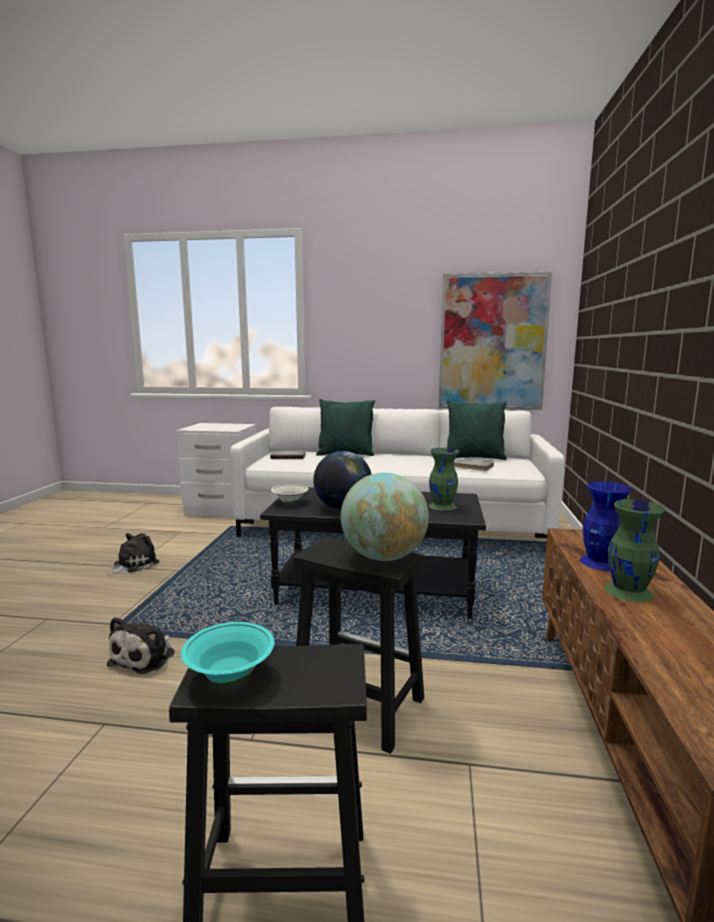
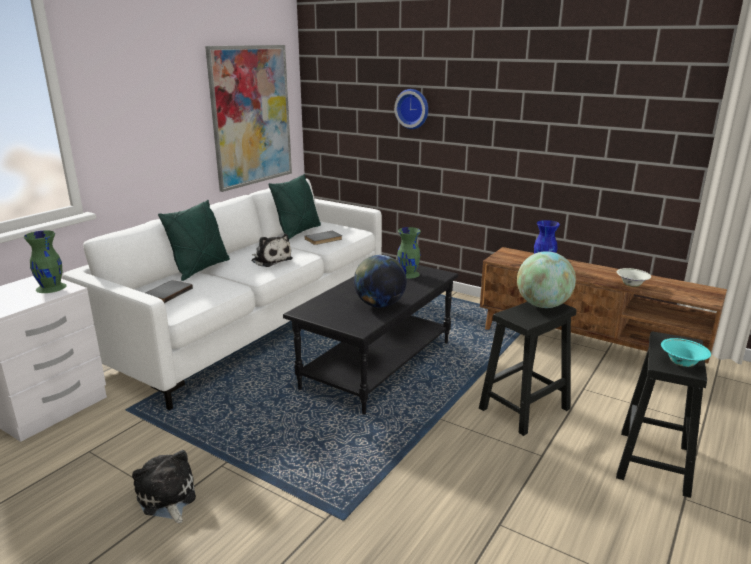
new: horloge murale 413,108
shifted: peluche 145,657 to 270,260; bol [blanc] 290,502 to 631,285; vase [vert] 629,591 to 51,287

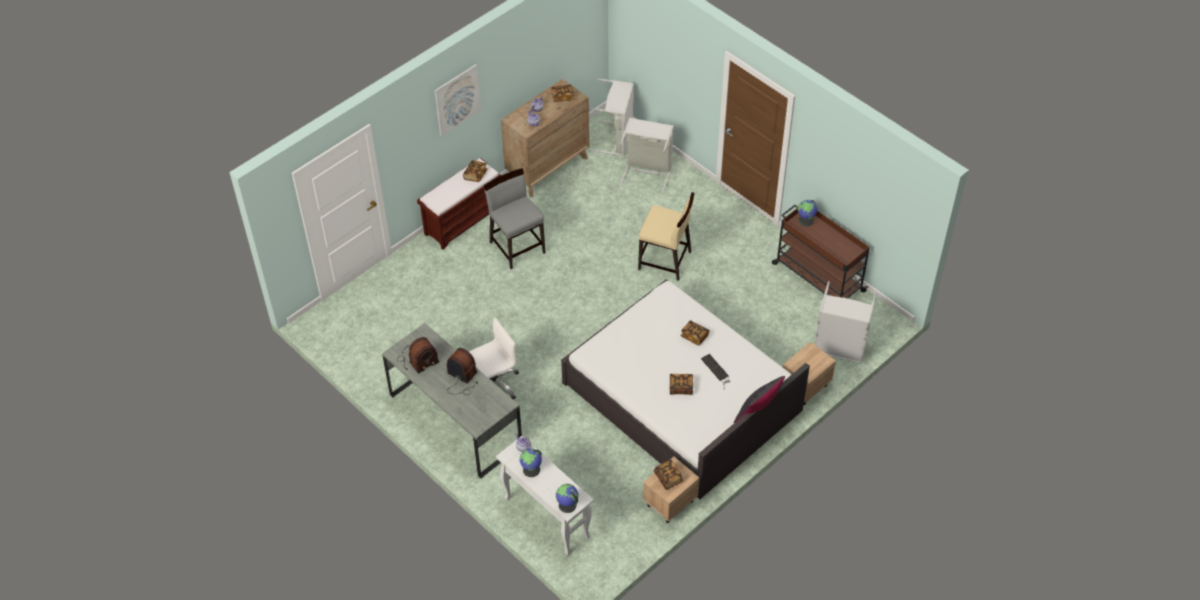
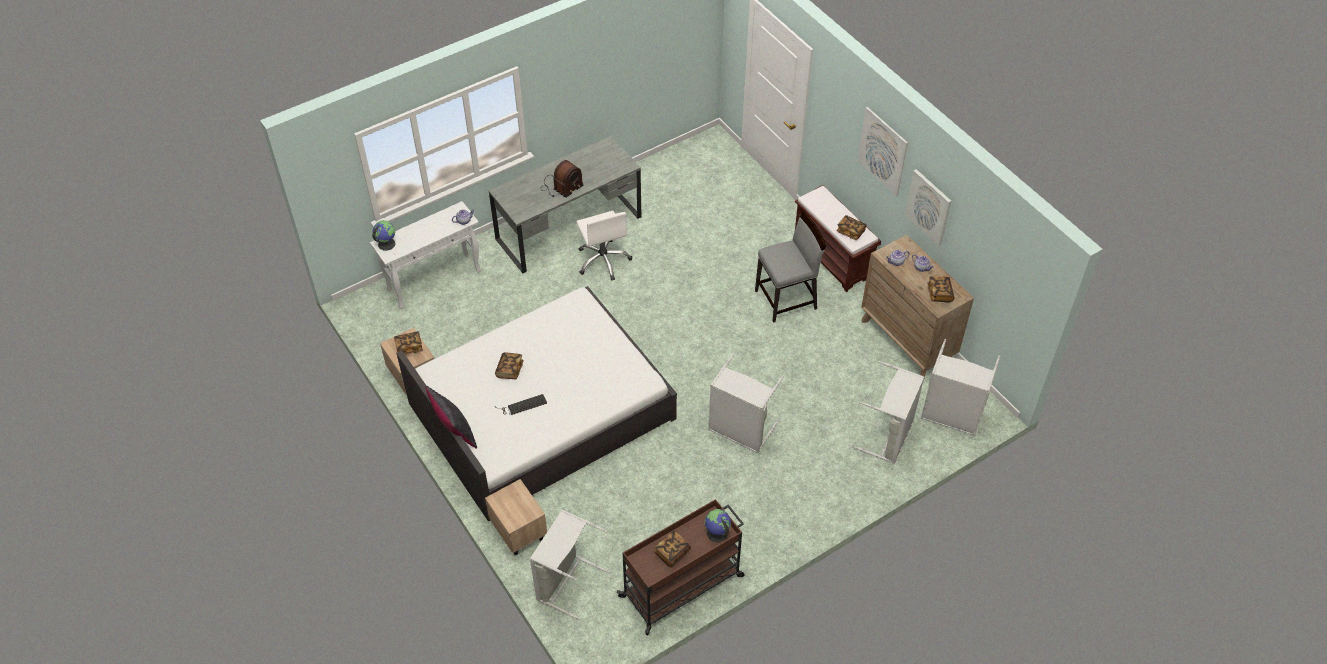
gone: radio 417,360; globe 531,470
new: tableau 928,207
shifted: livre 694,336 to 672,552
swapped: chaise [beige] 665,261 to panier à linge [gris] 740,430

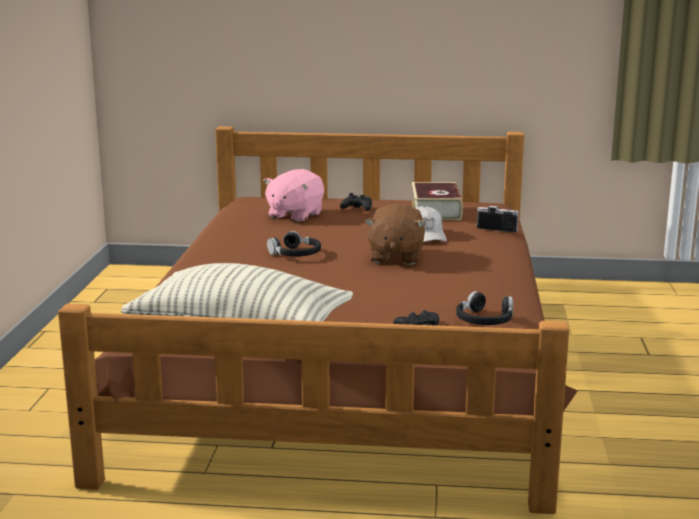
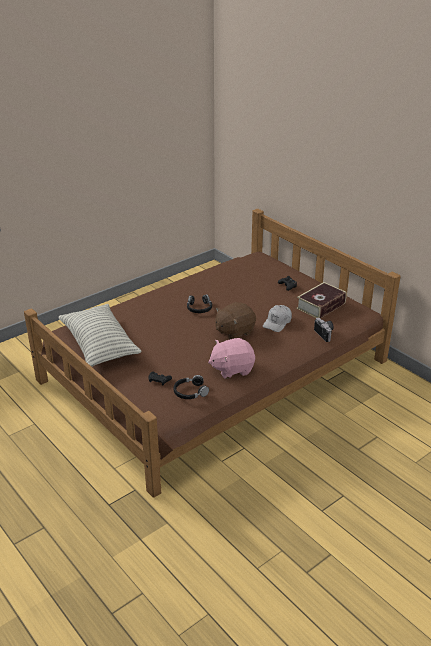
shifted: peluche [rose] 294,215 to 232,369

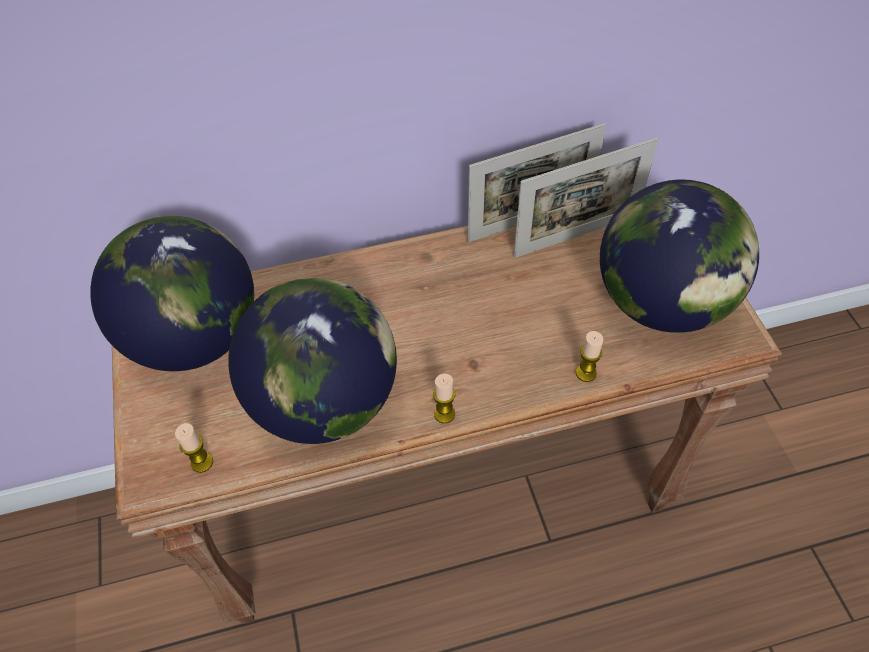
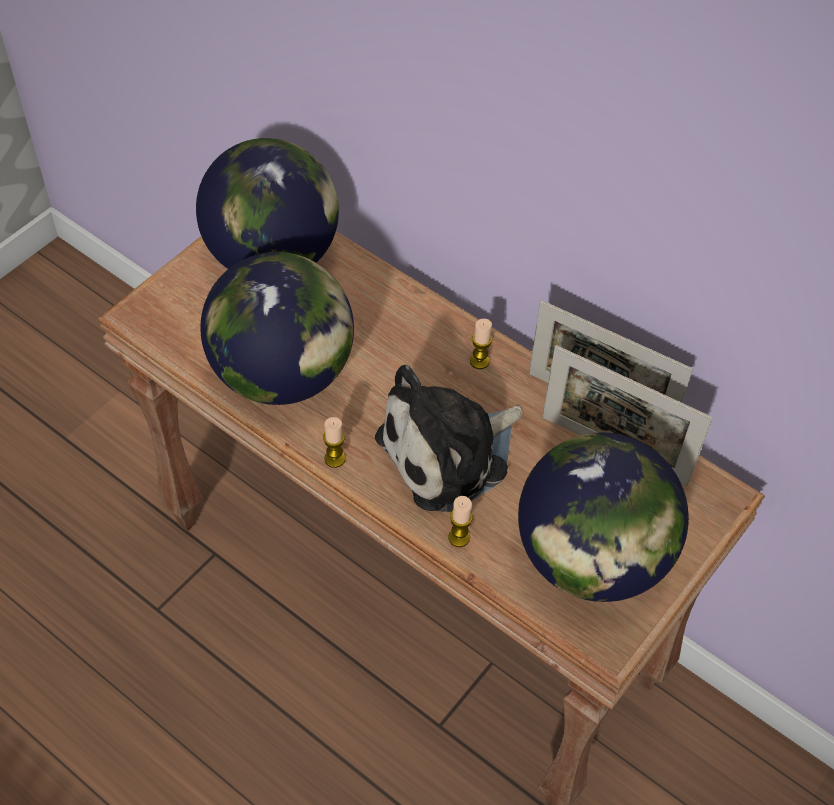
new: peluche 450,453
shifted: bougie 202,462 to 479,361

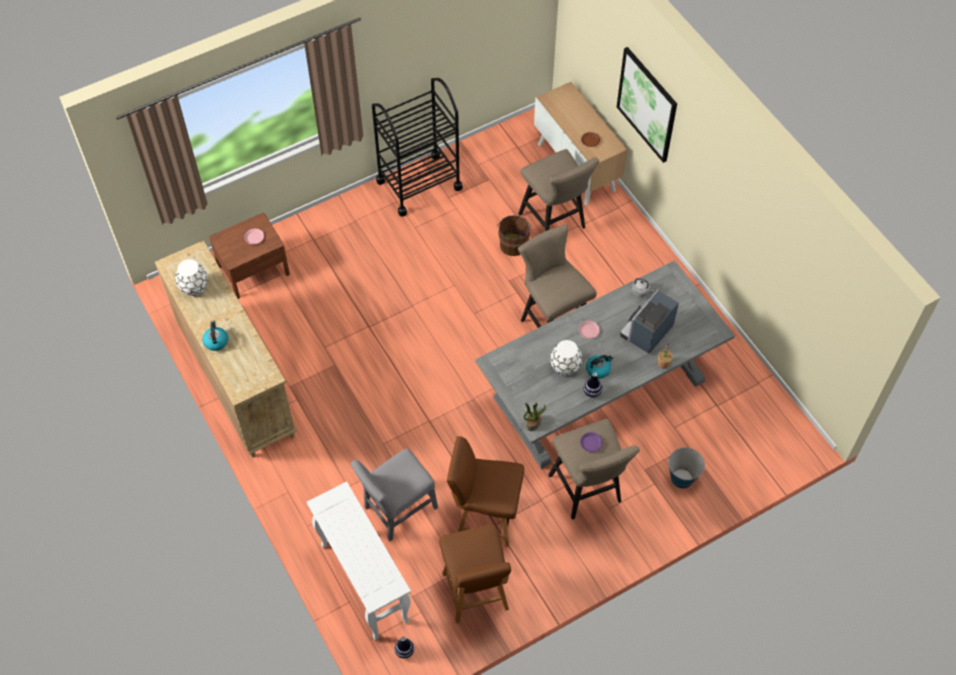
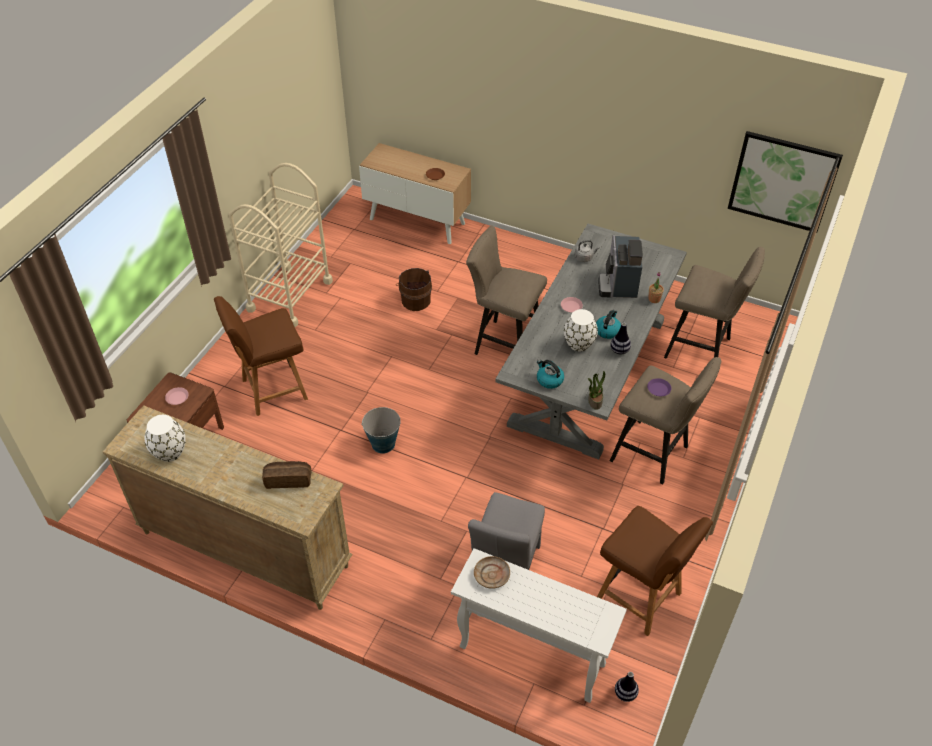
new: pain 288,479; assiette [beige] 492,575
shifted: bouilloire 216,341 to 549,380; chaise [marron] 485,518 to 272,390; tabouret [beige] 555,223 to 702,349; tableau 647,104 to 783,181; seau 681,478 to 383,444
repainted: chariot [noir] 419,184 to chariot [beige] 290,295

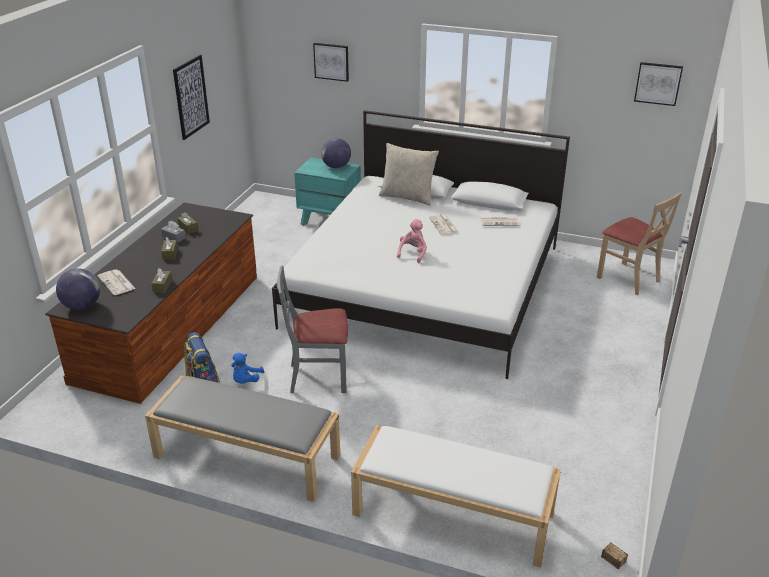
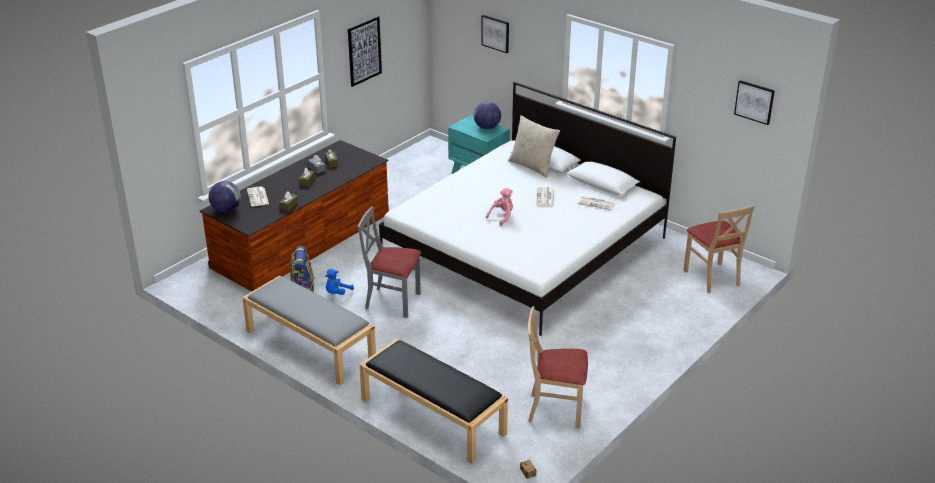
new: chaise [beige] 555,409
repainted: banc [blanc] 451,514 to banc [noir] 431,416

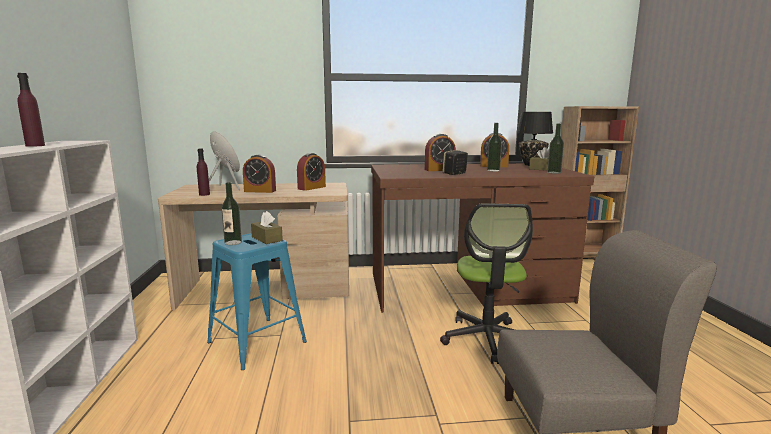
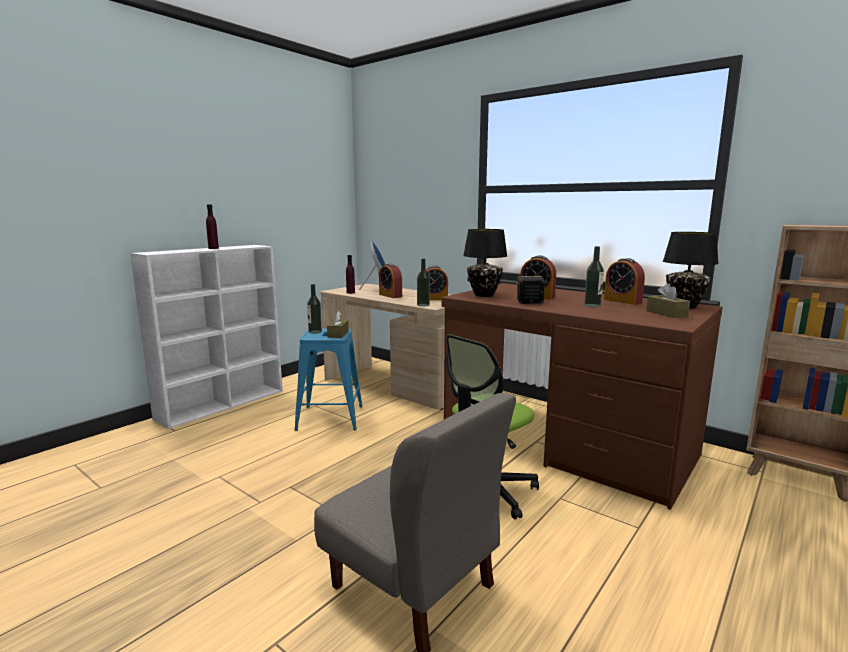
new: lampe de table [noir] 484,295
shifted: bouteille 554,172 to 423,305

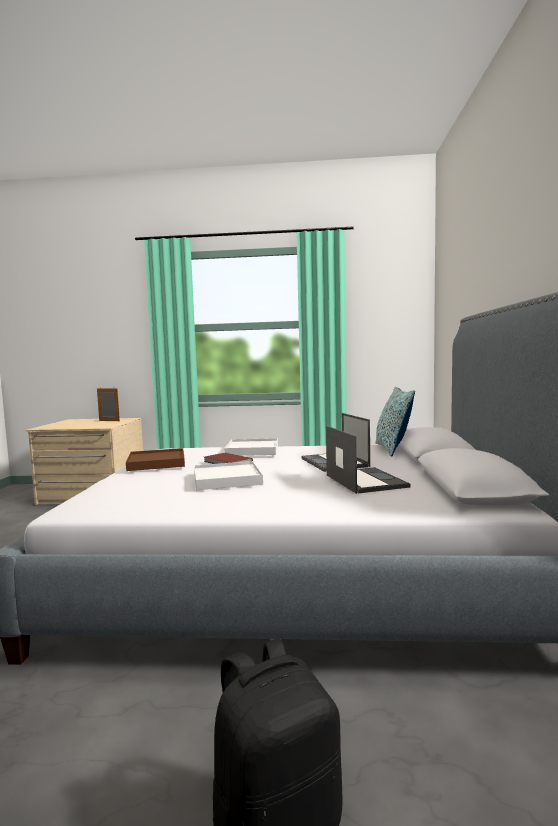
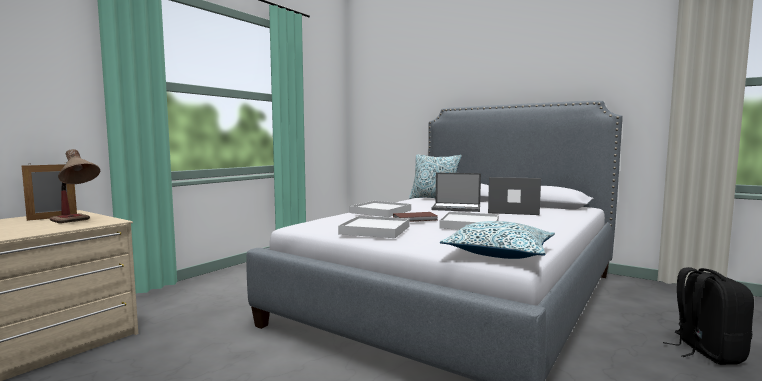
new: lampe de table 77,221; coussin 499,253
repainted: plateau [marron] 157,463 to plateau [blanc] 375,230

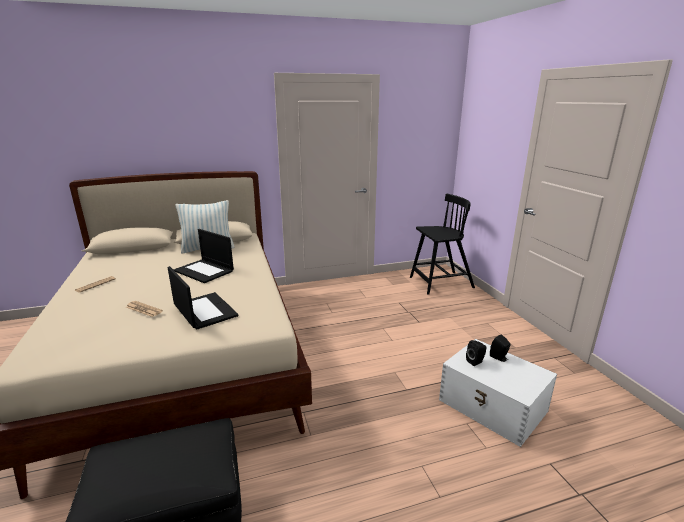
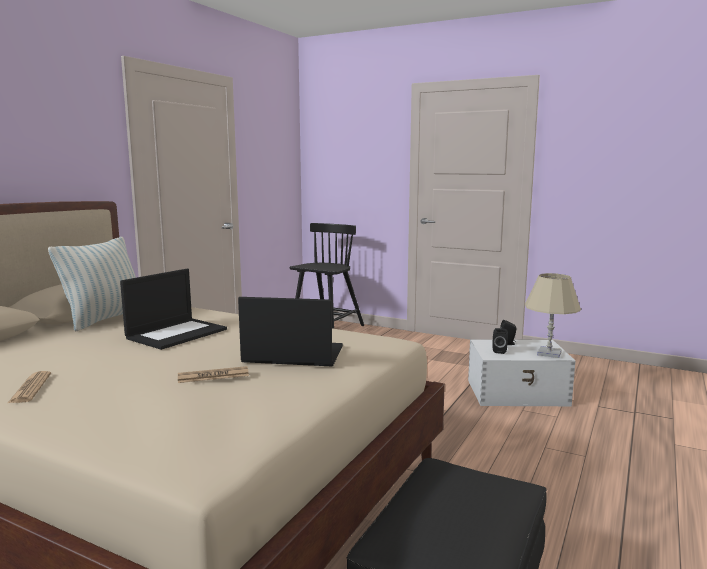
new: lampe de table [beige] 549,353
rotated: ordinateur portable 204,271 = 177,333 45 degrees counterclockwise

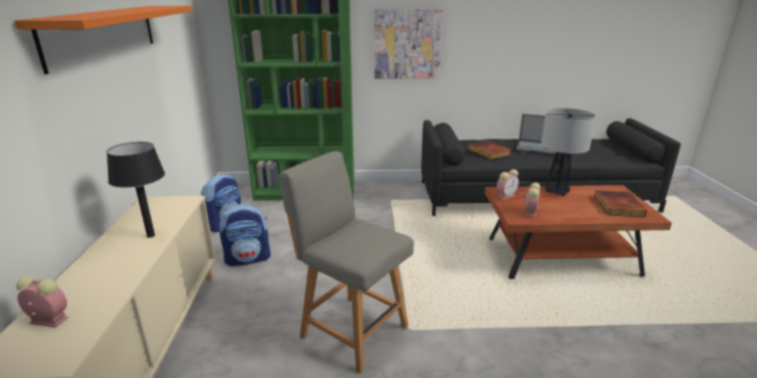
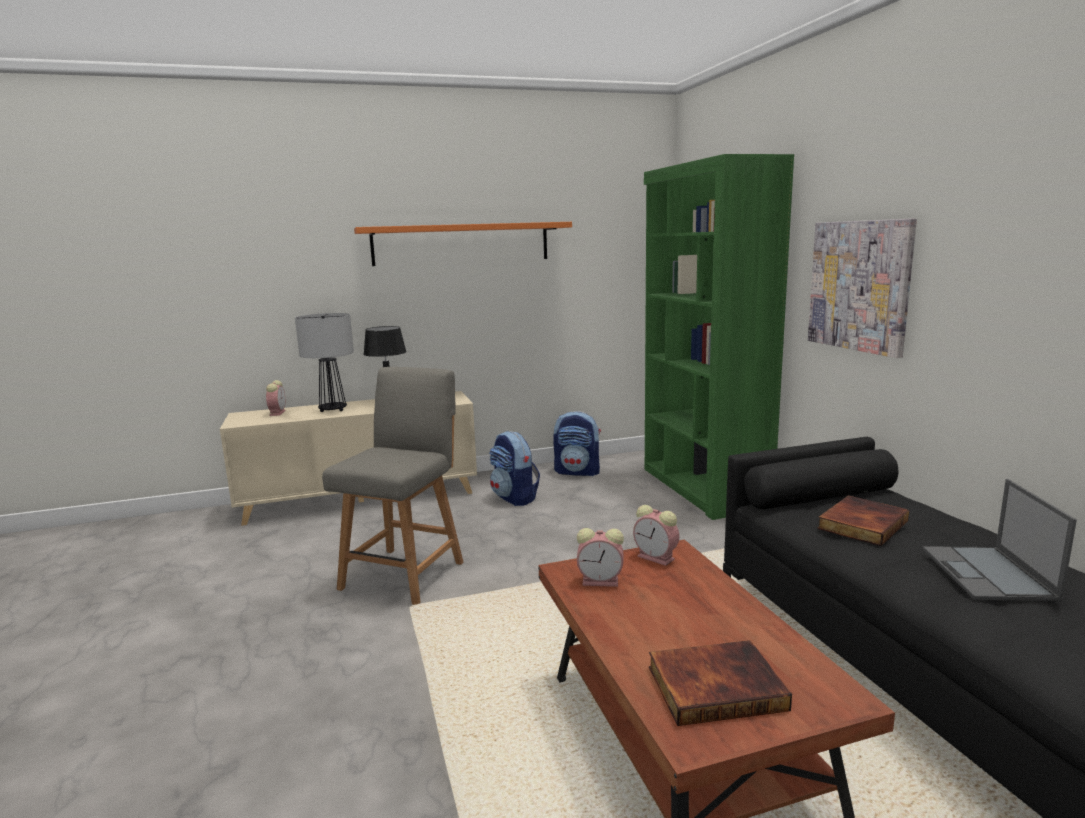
shifted: lampe de table 557,192 to 332,410

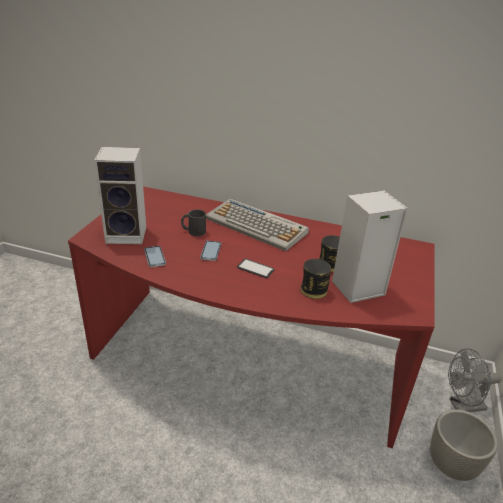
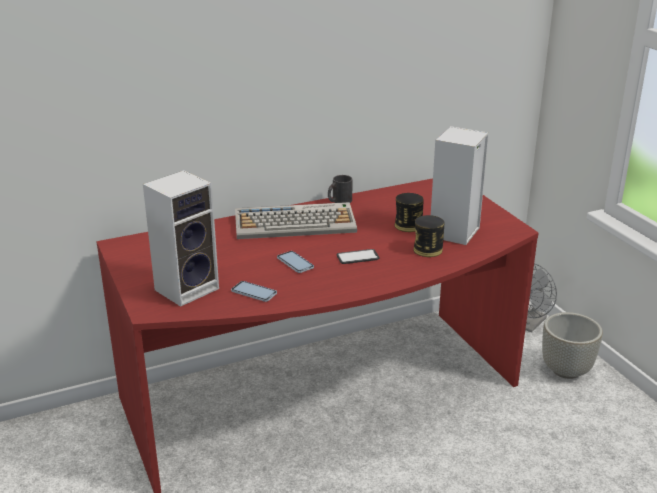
shifted: mug [noir] 193,231 to 339,201

